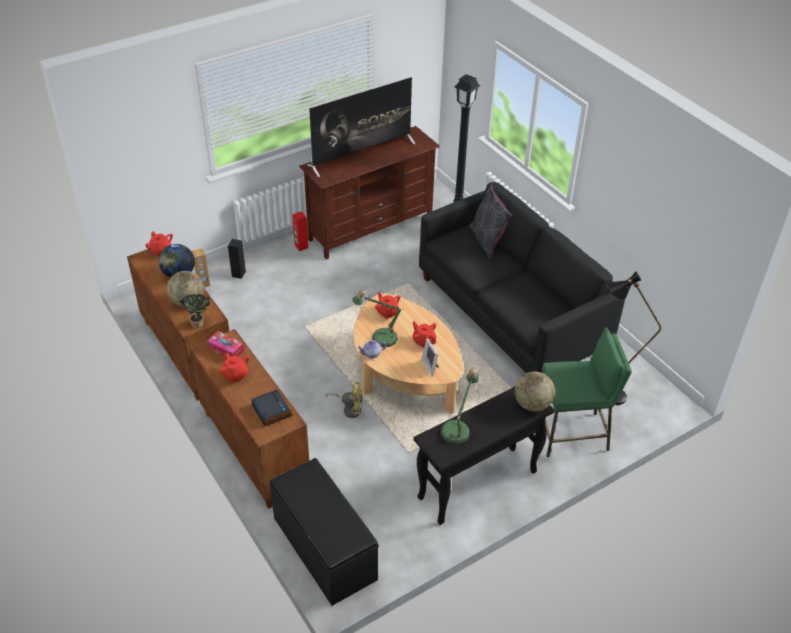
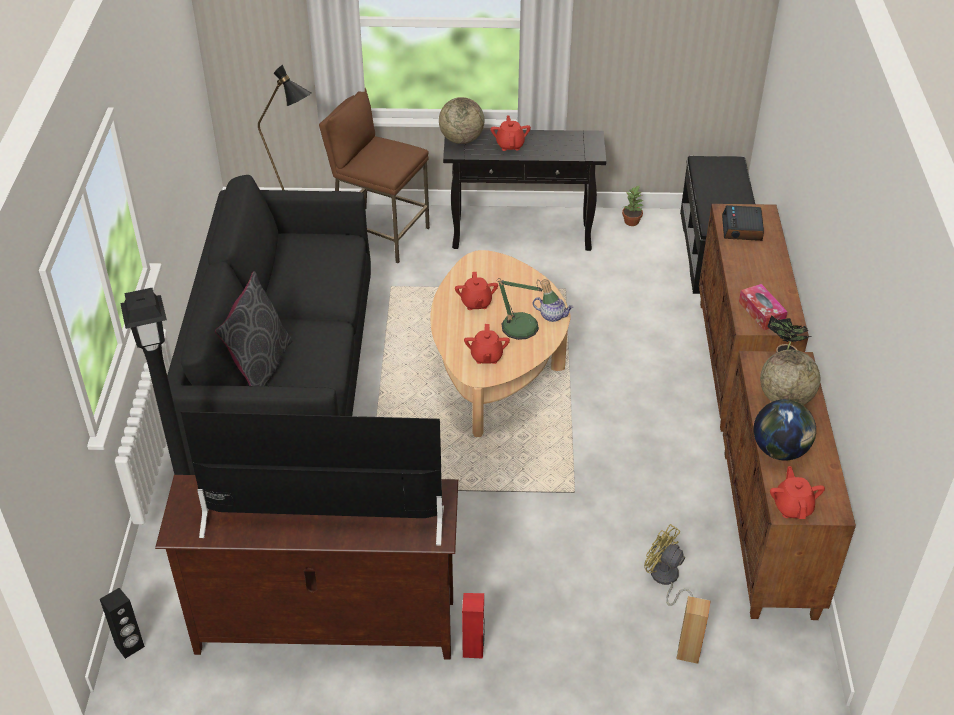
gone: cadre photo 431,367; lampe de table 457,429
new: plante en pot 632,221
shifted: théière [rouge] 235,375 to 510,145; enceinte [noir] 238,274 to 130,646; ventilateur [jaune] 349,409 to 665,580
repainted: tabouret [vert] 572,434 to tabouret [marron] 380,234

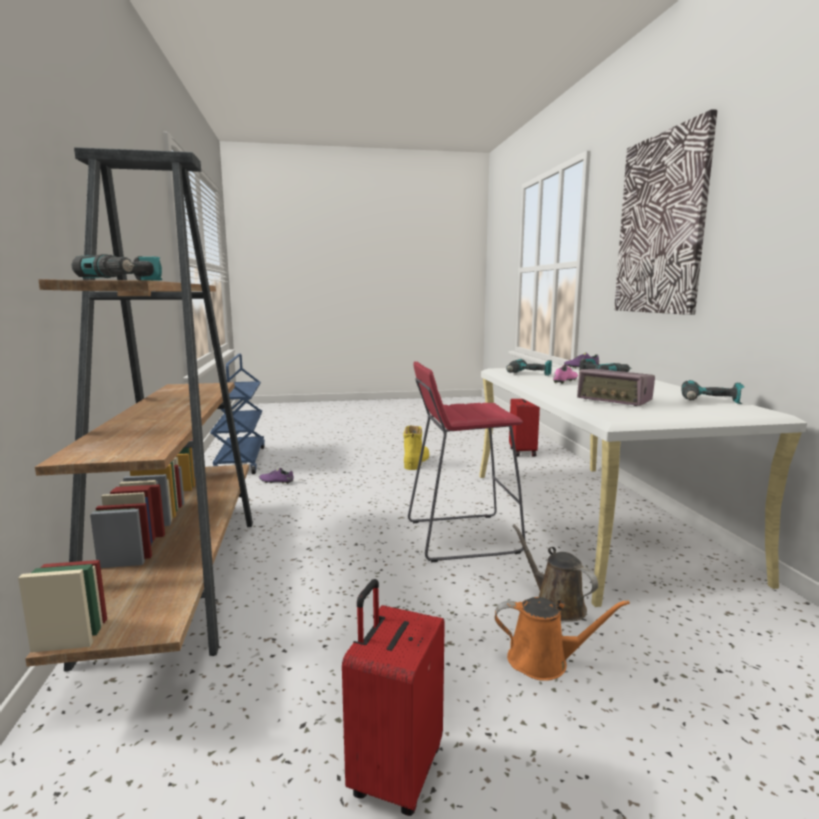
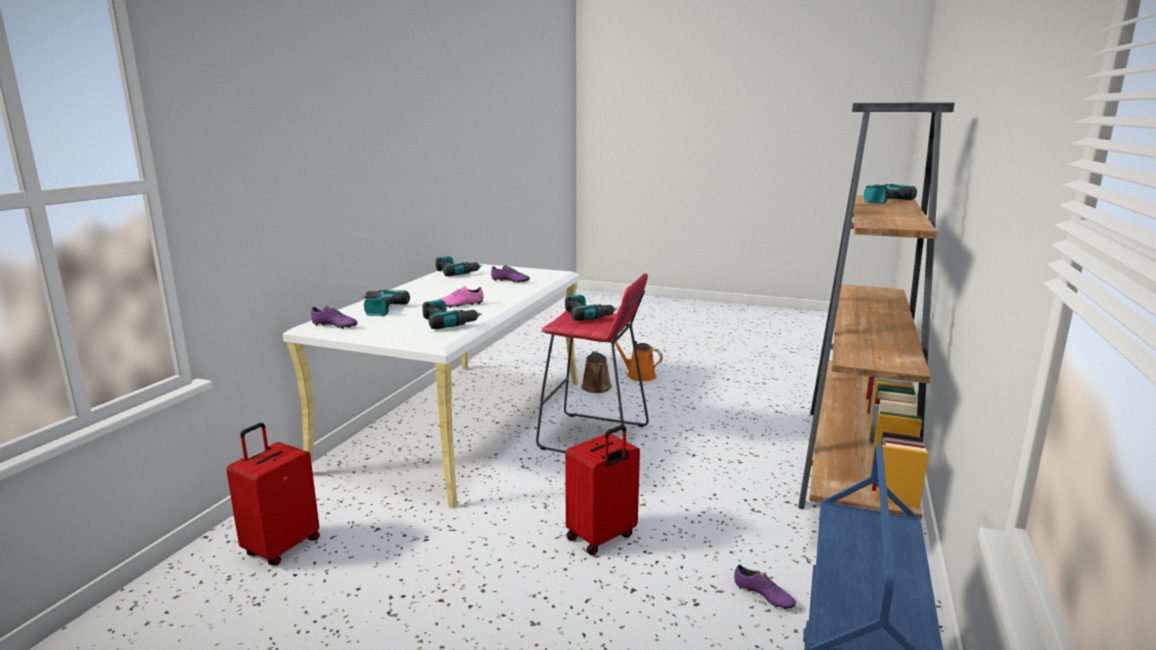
gone: botte [jaune] 416,462; tableau 661,224
new: perceuse 587,315
shifted: valise [rouge] 394,772 to 602,537
swapped: radio 615,400 to chaussure [violet] 510,281

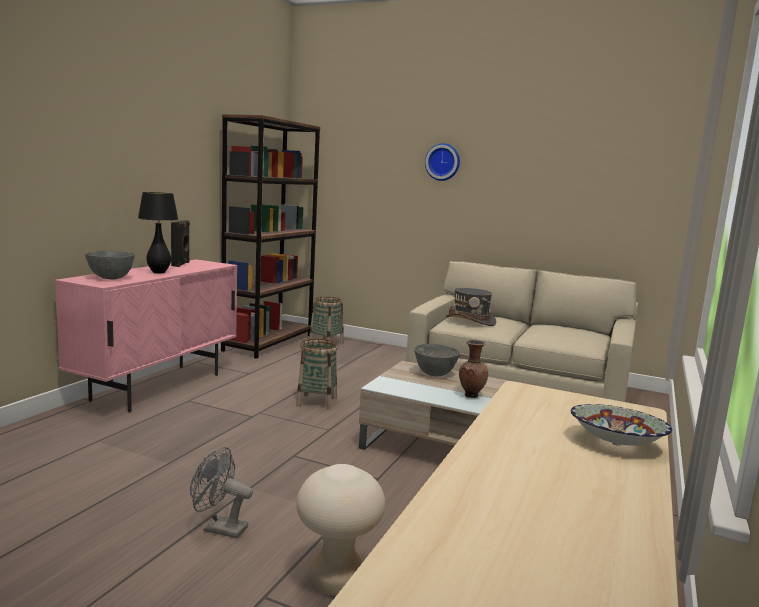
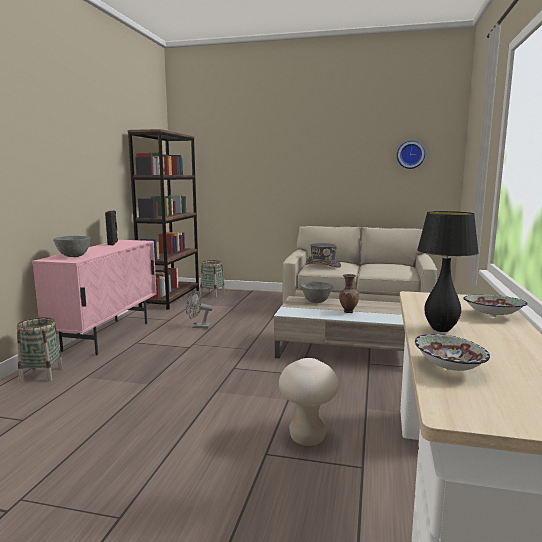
new: bol 448,368
shifted: lampe de table [noir] 159,272 to 441,329; ventilateur [gris] 219,528 to 198,327; panier 317,401 to 42,375; horloge murale 443,162 to 410,154

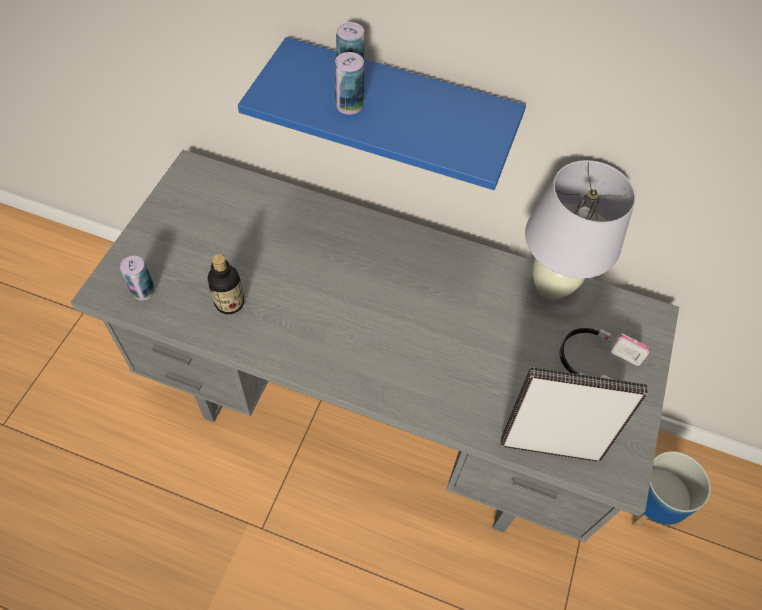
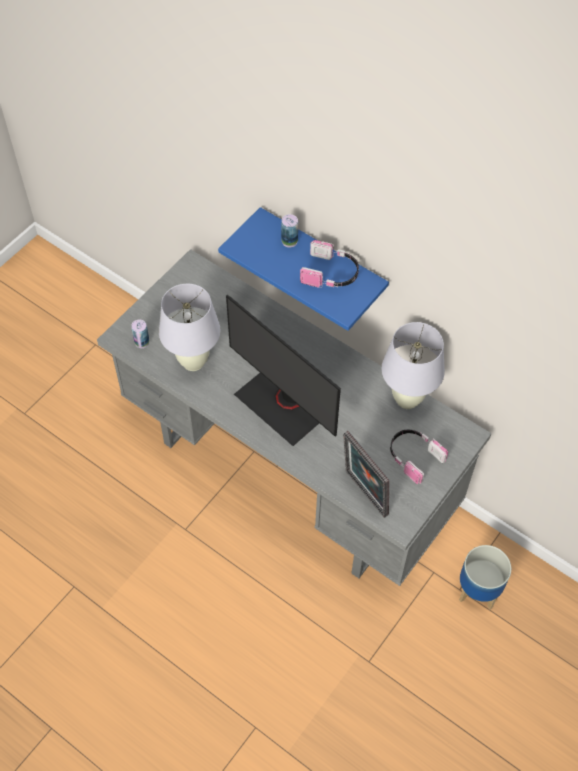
gone: boîte métallique 349,105
new: écran d'ordinateur 284,403; casque audio 331,273
swapped: bouteille 229,303 to lampe de table [blanc] 193,362
rotated: cadre photo 550,444 = 363,495 150 degrees counterclockwise

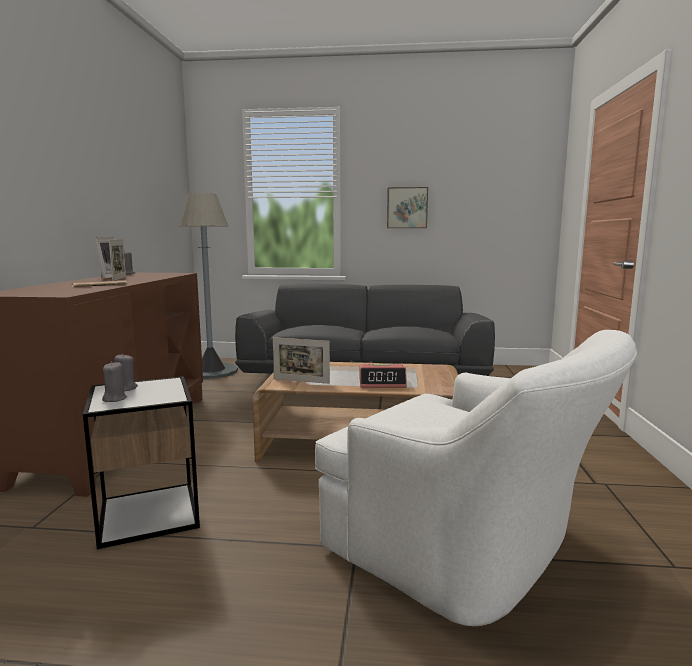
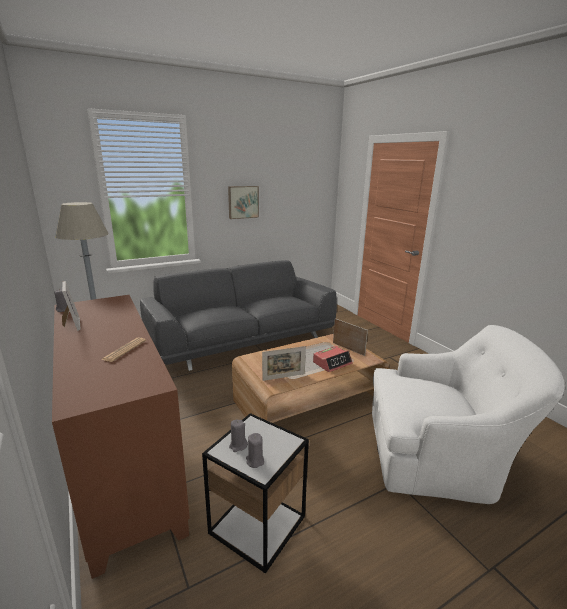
shifted: cadre photo 119,279 to 348,349

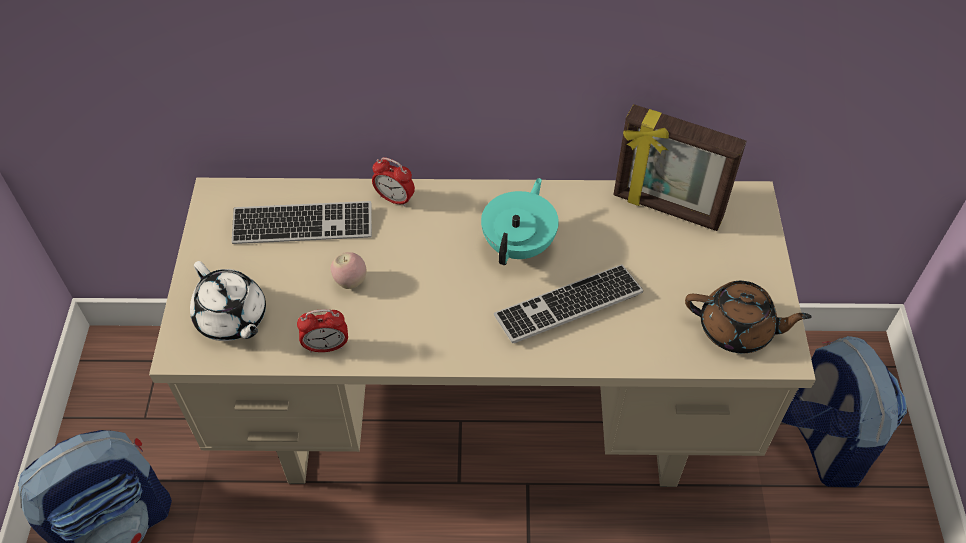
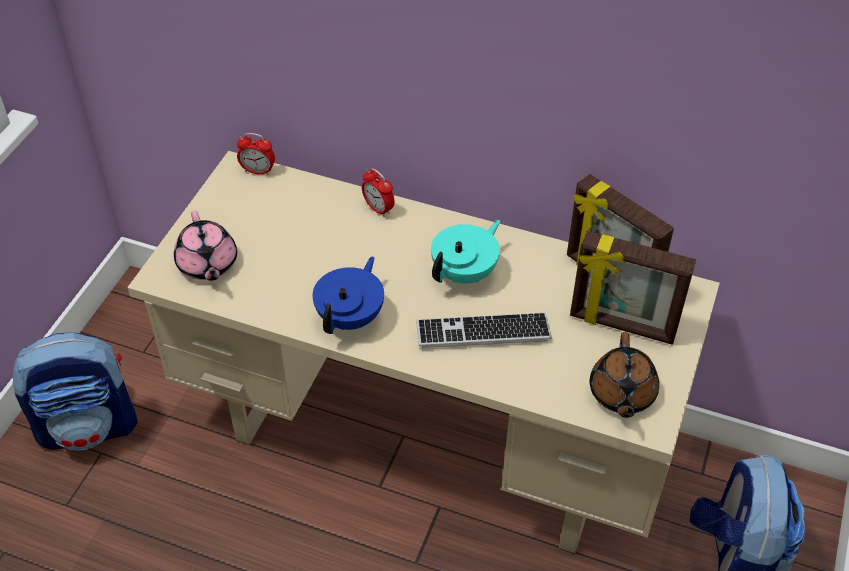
gone: clavier 303,225; pomme 350,281
new: théière [bleu] 351,317; cadre photo 622,325
shifted: réveil 326,346 to 258,171
repainted: théière [blanc] 232,318 to théière [rose] 207,264
rotated: théière [marron] 737,329 = 621,394 60 degrees clockwise

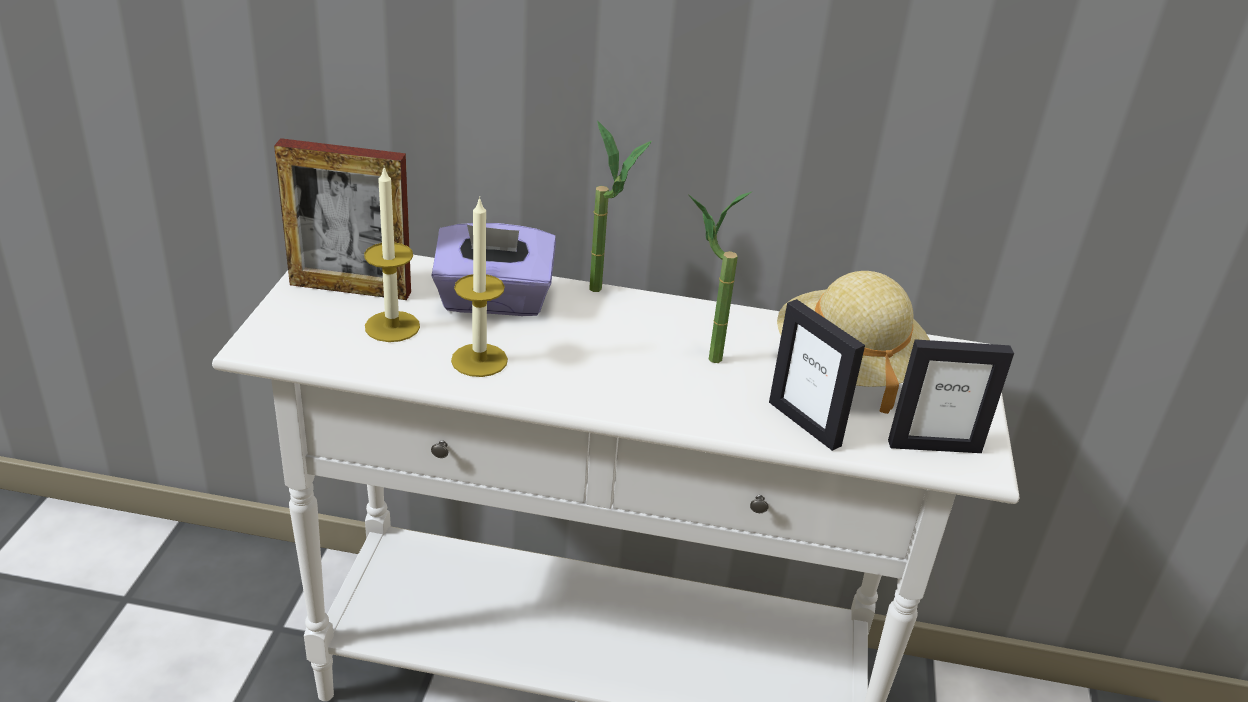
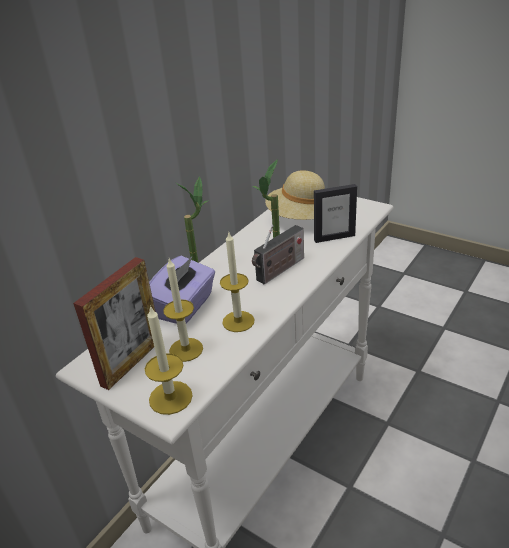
gone: cadre photo 934,446
new: bougie 170,397; radio 279,271

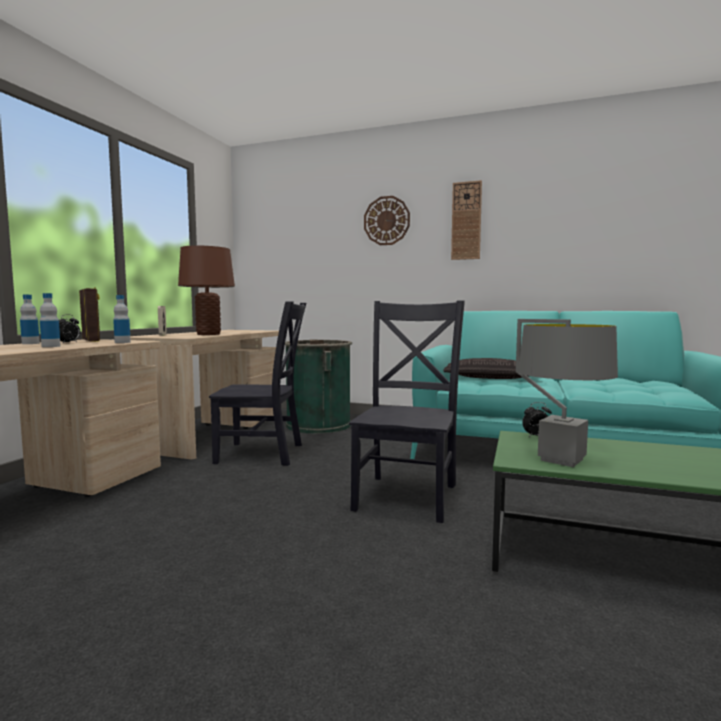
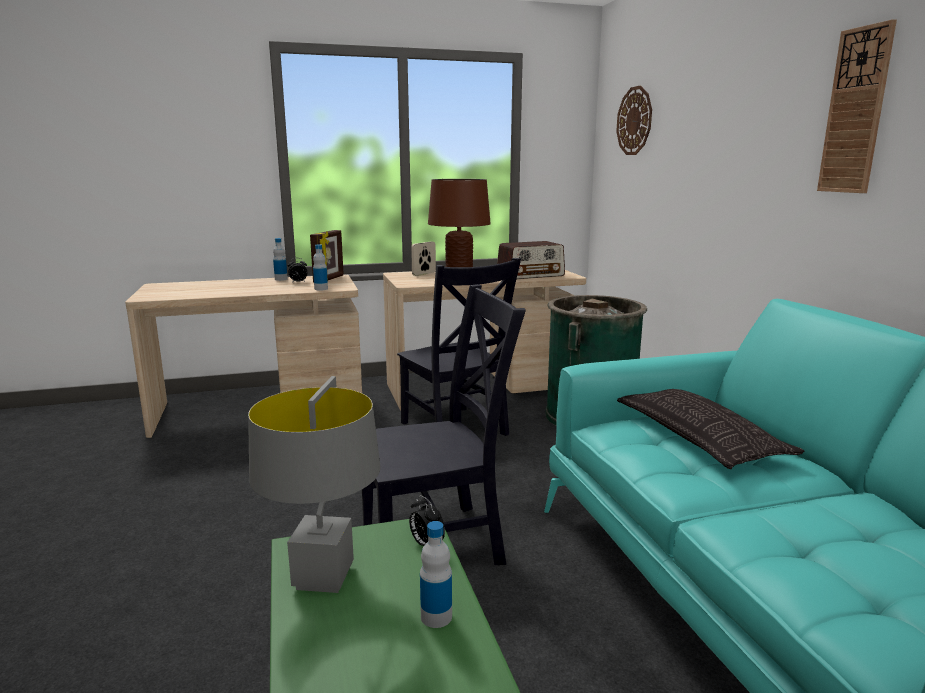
new: radio 530,275
shifted: bouteille 51,346 to 436,616; horloge murale 386,221 to 634,121

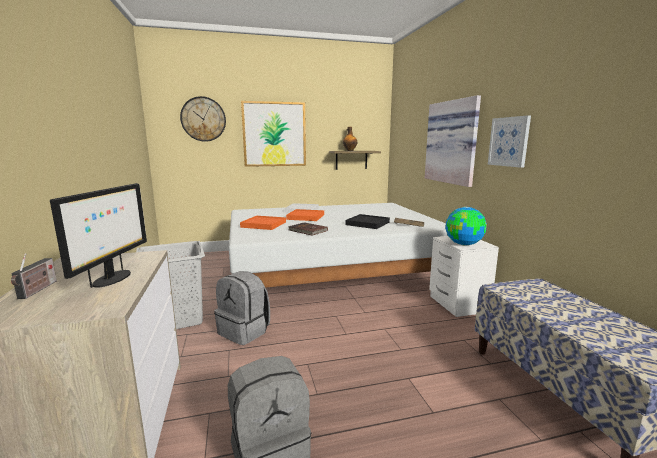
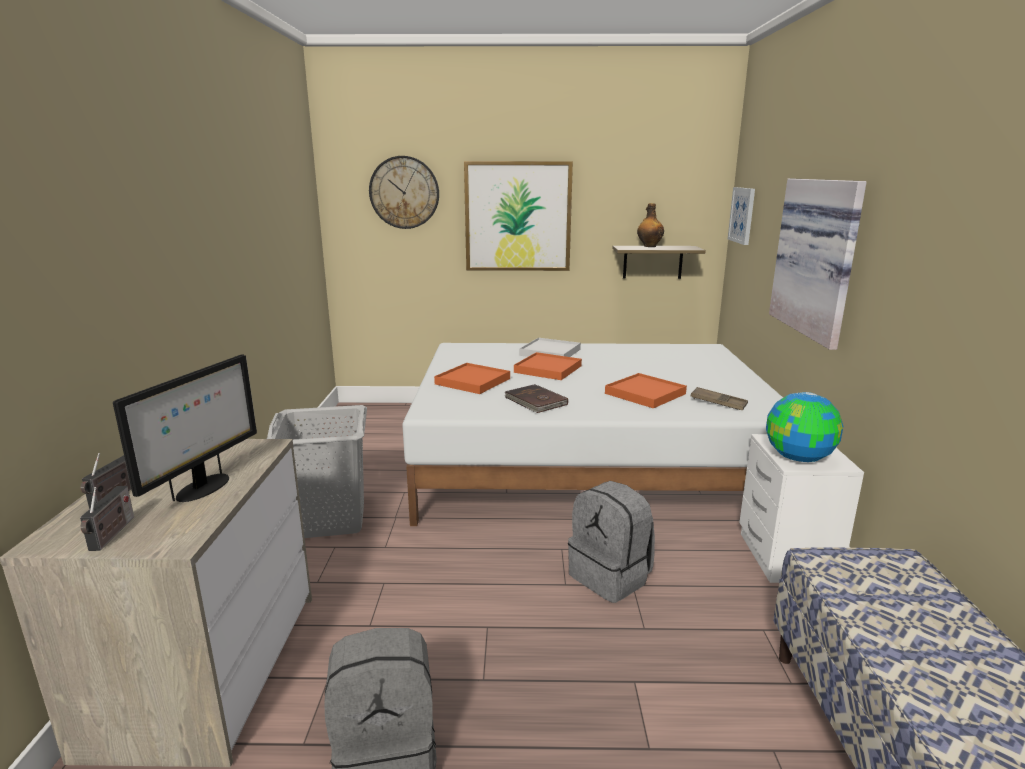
new: radio 111,535
shifted: sac à dos [gris] 245,331 to 611,577; tableau 509,141 to 742,215
repainted: plateau [noir] 367,223 to plateau [orange] 645,394

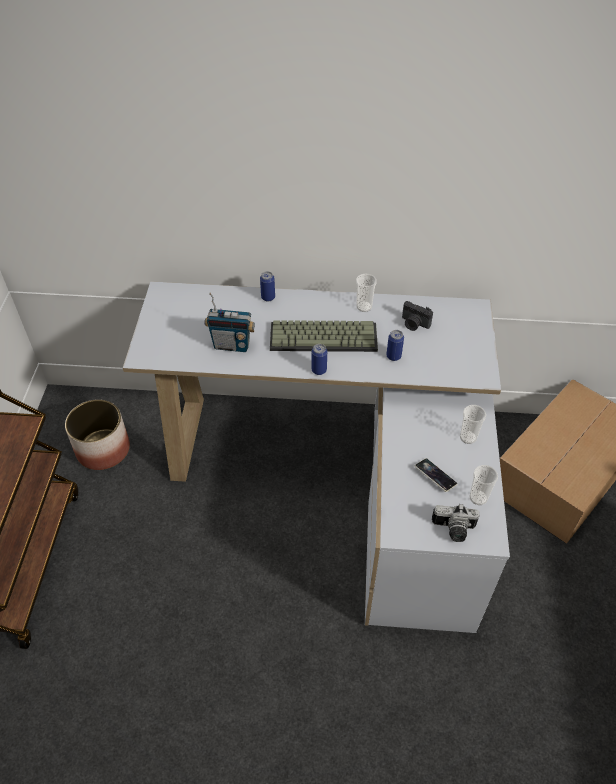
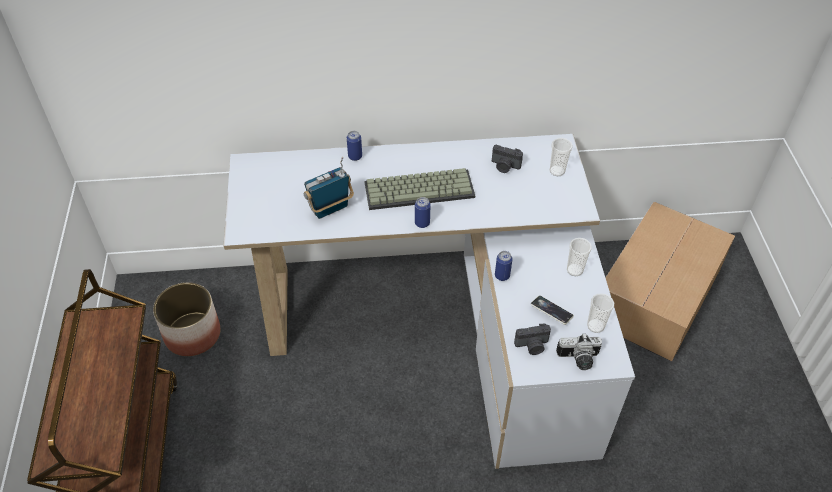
new: appareil photo 532,346
shifted: tasse 364,307 to 557,171; boîte métallique 393,356 to 502,276
rotated: radio 232,345 = 330,209 150 degrees clockwise

